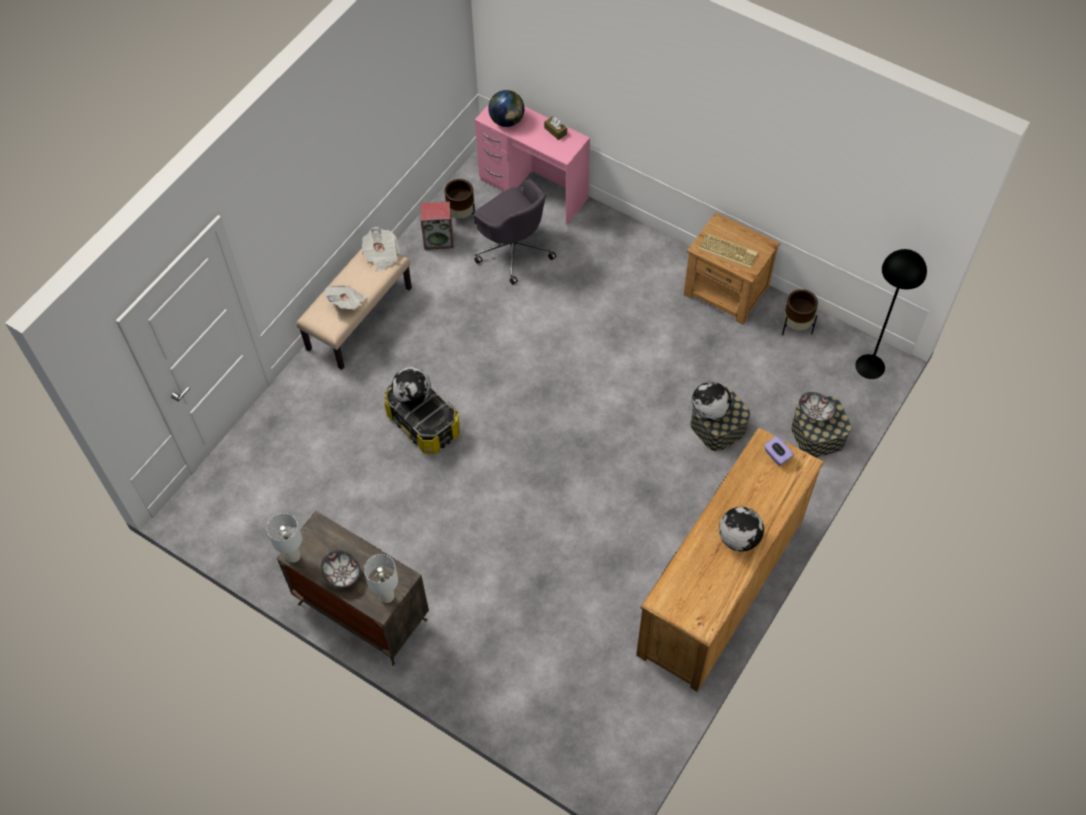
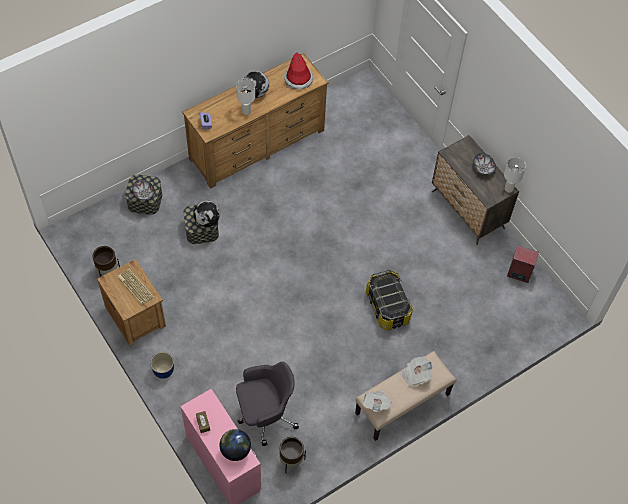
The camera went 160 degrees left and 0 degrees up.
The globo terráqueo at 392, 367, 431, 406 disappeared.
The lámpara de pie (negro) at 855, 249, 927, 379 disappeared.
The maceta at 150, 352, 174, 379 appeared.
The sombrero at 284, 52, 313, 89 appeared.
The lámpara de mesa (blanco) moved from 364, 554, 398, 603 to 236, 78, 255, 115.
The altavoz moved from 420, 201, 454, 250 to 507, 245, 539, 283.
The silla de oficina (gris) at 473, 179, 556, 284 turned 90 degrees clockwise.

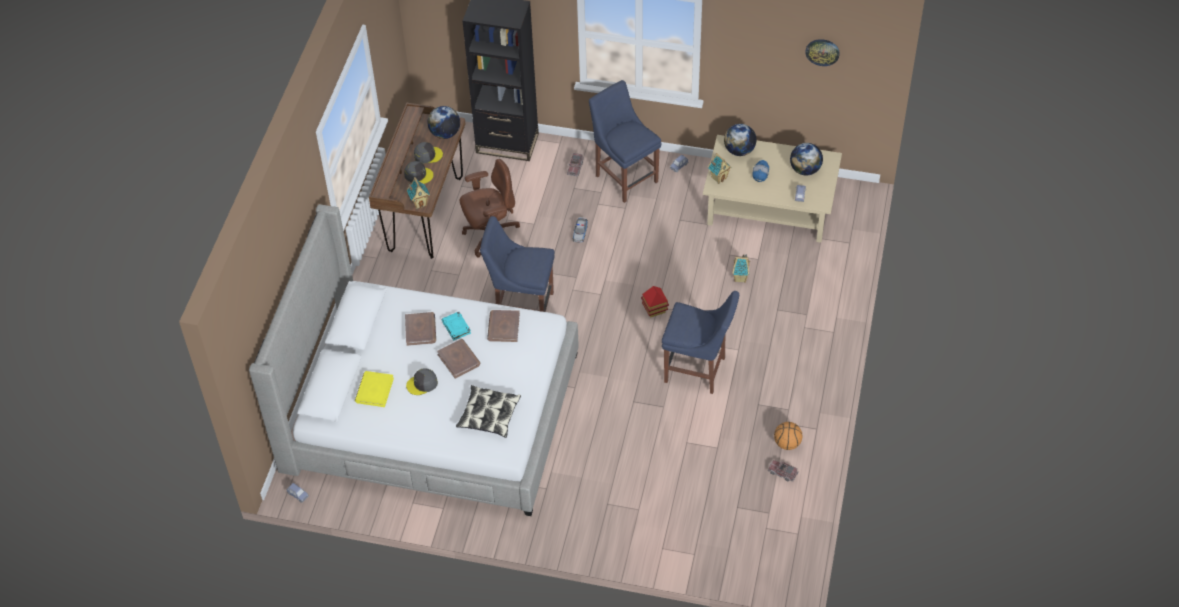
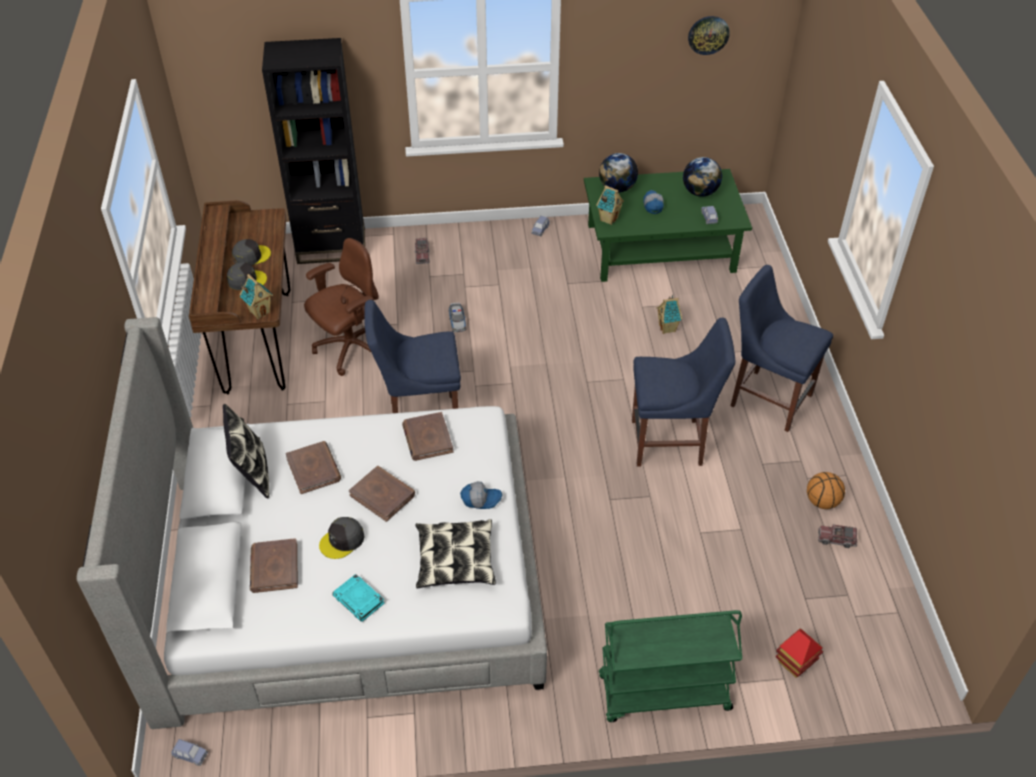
The camera went 20 degrees left and 5 degrees down.
The globo terráqueo at 427, 106, 460, 139 disappeared.
The cojín at 223, 404, 269, 498 appeared.
The gorra at 460, 481, 502, 509 appeared.
The carrito (verde) at 599, 610, 742, 722 appeared.
The libro (turquesa) moved from 442, 312, 471, 340 to 332, 574, 385, 622.
The silla (azul) moved from 589, 80, 662, 203 to 731, 265, 833, 432.
The casita moved from 641, 286, 669, 318 to 776, 628, 823, 677.
The libro (amarillo) at 355, 371, 394, 407 became the libro (marrón) at 250, 538, 298, 593.
The mesa de centro (beis) at 703, 135, 842, 243 became the mesa de centro (verde) at 584, 169, 752, 282.

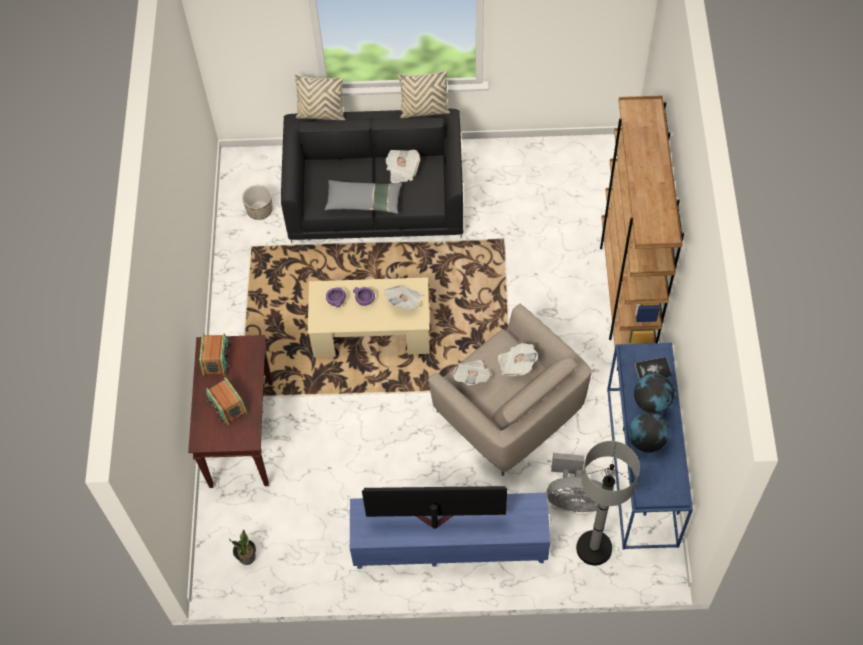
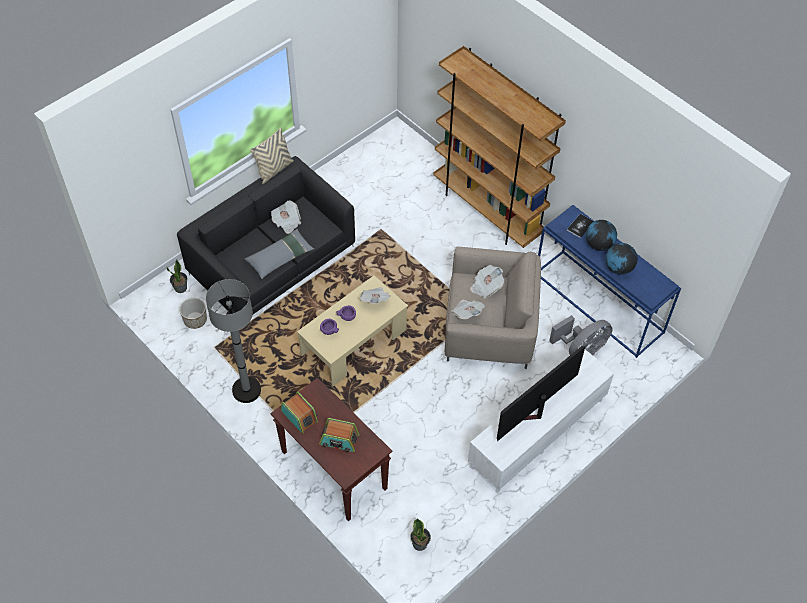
The camera went 45 degrees left and 5 degrees down.
The cojín (beis) at 294, 74, 345, 120 disappeared.
The planta en maceta at 167, 260, 187, 293 appeared.
The lámpara de pie (gris) moved from 576, 441, 640, 565 to 206, 279, 261, 403.
The mueble de televisión (azul) at 350, 493, 550, 569 became the mueble de televisión (blanco) at 468, 349, 614, 493.

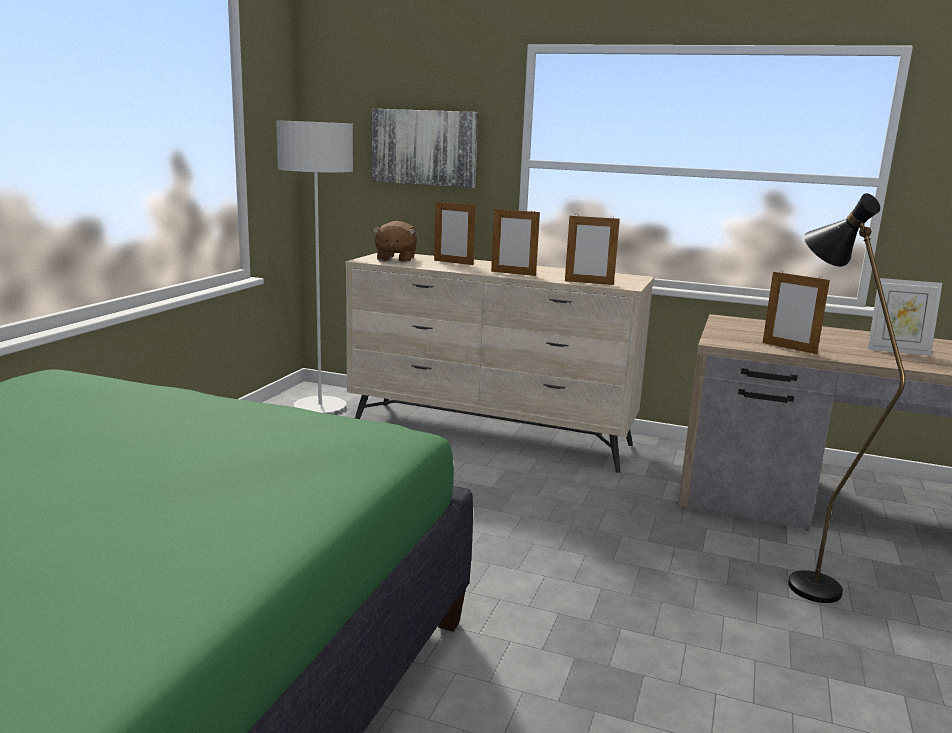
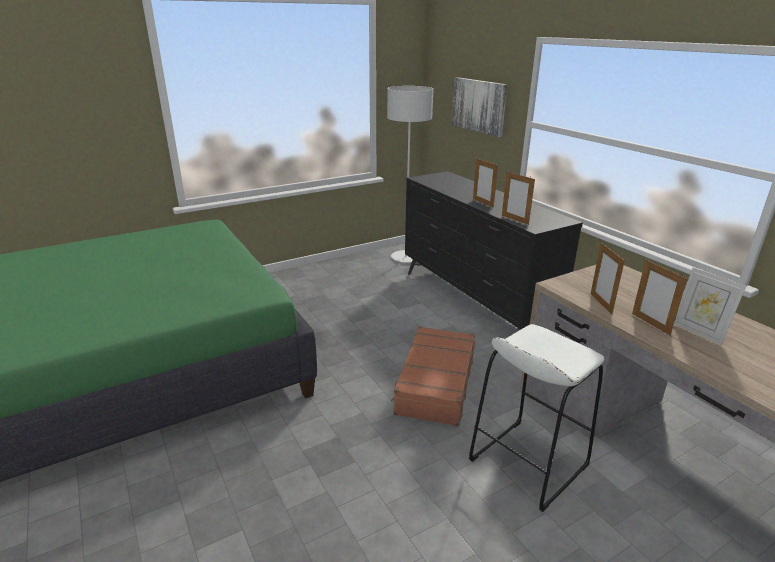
The camera went 40 degrees right and 10 degrees up.
The peluche (marrón) at 372, 221, 417, 262 disappeared.
The maleta (marrón) at 391, 326, 475, 427 appeared.
The portarretratos moved from 434, 200, 476, 265 to 632, 260, 687, 336.
The lámpara de pie (negro) at 788, 193, 905, 603 was replaced by the taburete (blanco) at 469, 324, 605, 512.
The cómoda (beis) at 346, 253, 654, 473 became the cómoda (negro) at 405, 171, 583, 331.

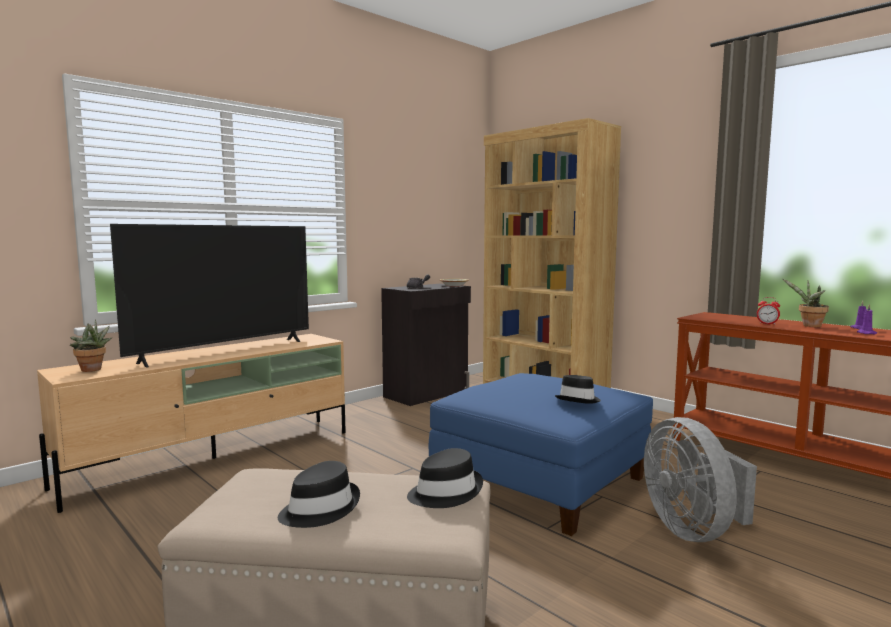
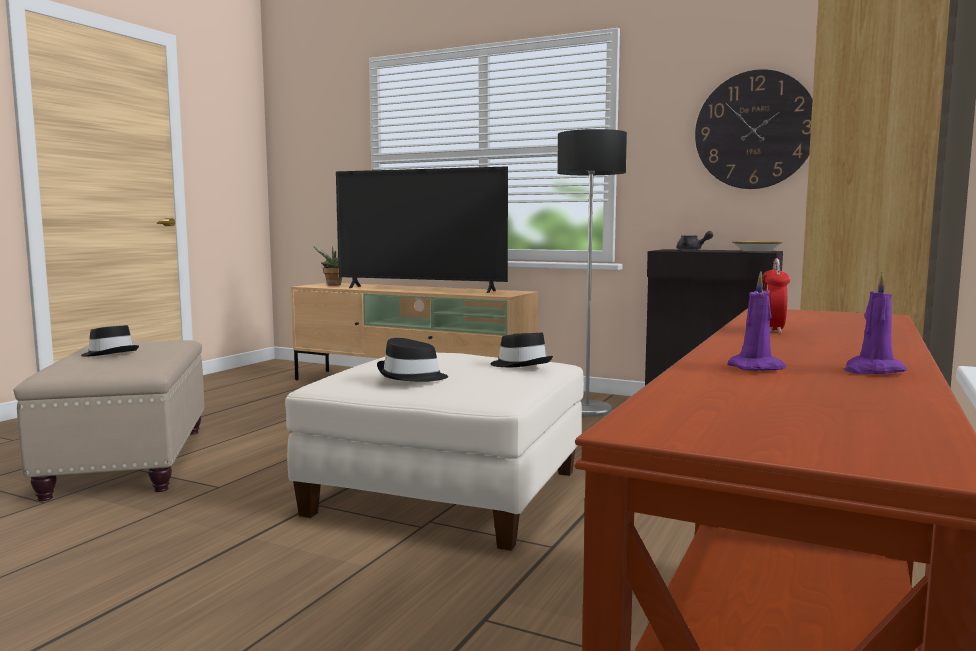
The camera went 70 degrees right and 0 degrees up.
The ventilador (gris) at 644, 417, 757, 542 disappeared.
The planta en maceta at 783, 279, 829, 327 disappeared.
The lámpara de pie at 557, 129, 627, 417 appeared.
The reloj de pared at 695, 69, 813, 189 appeared.
The sombrero (negro) moved from 407, 448, 483, 508 to 490, 332, 553, 367.
The puf (azul) at 429, 373, 653, 536 became the puf (blanco) at 285, 353, 584, 551.

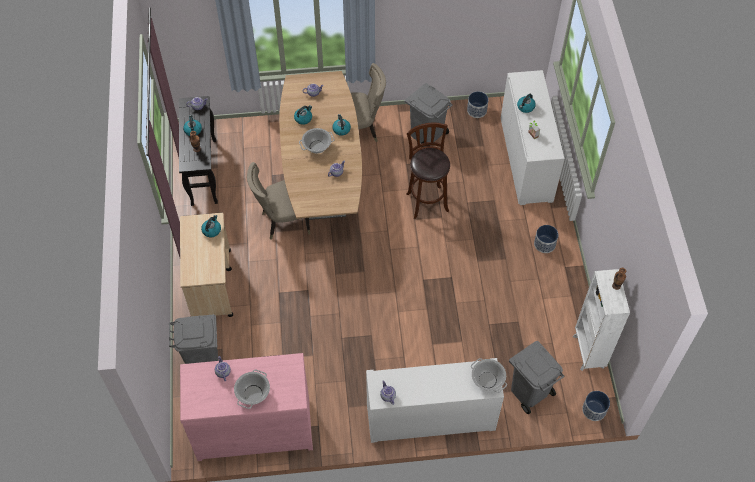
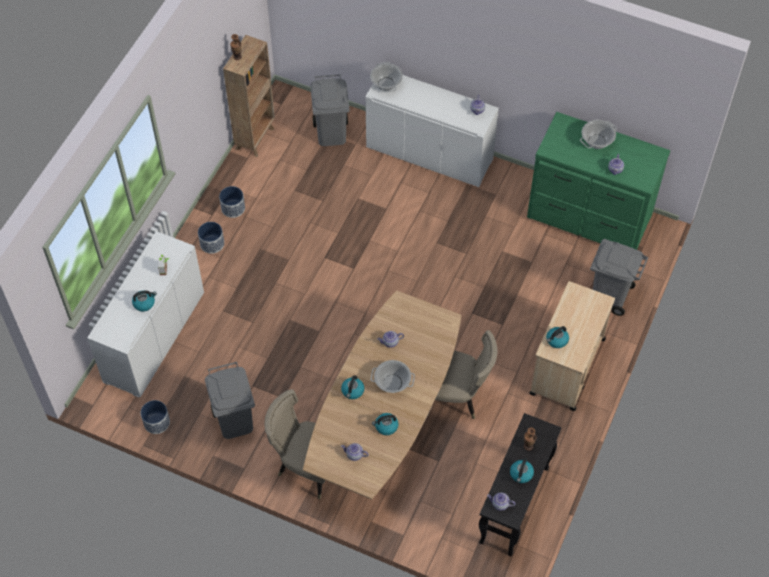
The camera went 150 degrees left and 0 degrees up.
The taburete (marrón) at 406, 123, 450, 219 disappeared.
The maceta moved from 582, 391, 610, 421 to 219, 186, 245, 218.
The cómoda (rosa) at 180, 353, 313, 461 became the cómoda (verde) at 527, 112, 670, 250.
The estantería (blanco) at 573, 269, 630, 371 became the estantería (marrón) at 223, 35, 275, 157.

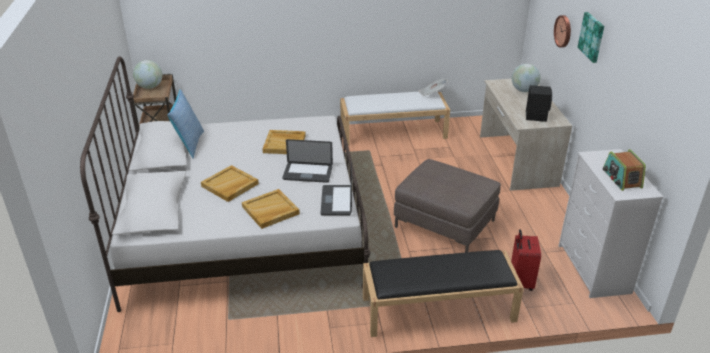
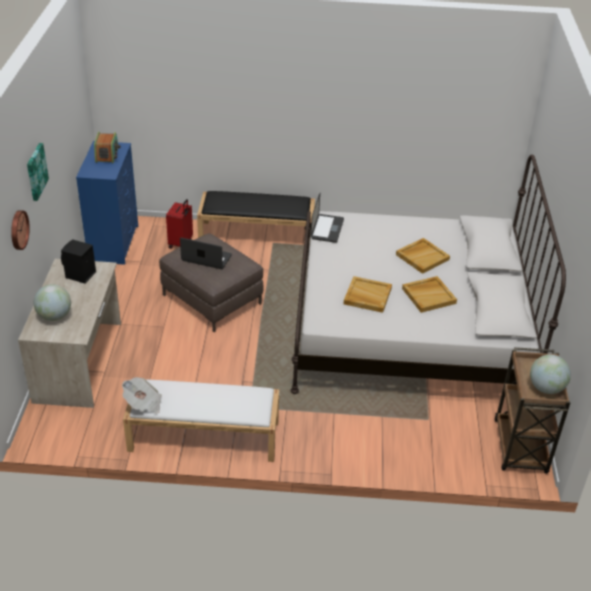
The camera went 170 degrees left and 5 degrees up.
The cojín at 167, 89, 204, 158 disappeared.
The bandeja (beis) moved from 242, 189, 300, 229 to 402, 276, 457, 313.
The portátil moved from 282, 139, 333, 183 to 180, 238, 232, 269.
The cómoda (blanco) at 559, 149, 663, 298 became the cómoda (azul) at 76, 141, 138, 265.

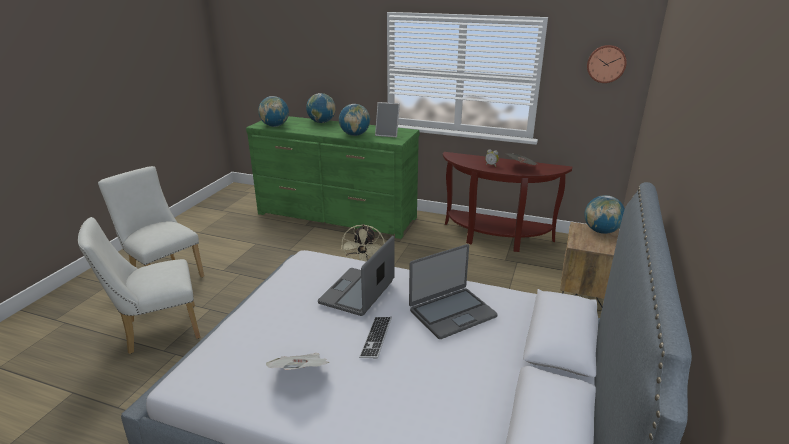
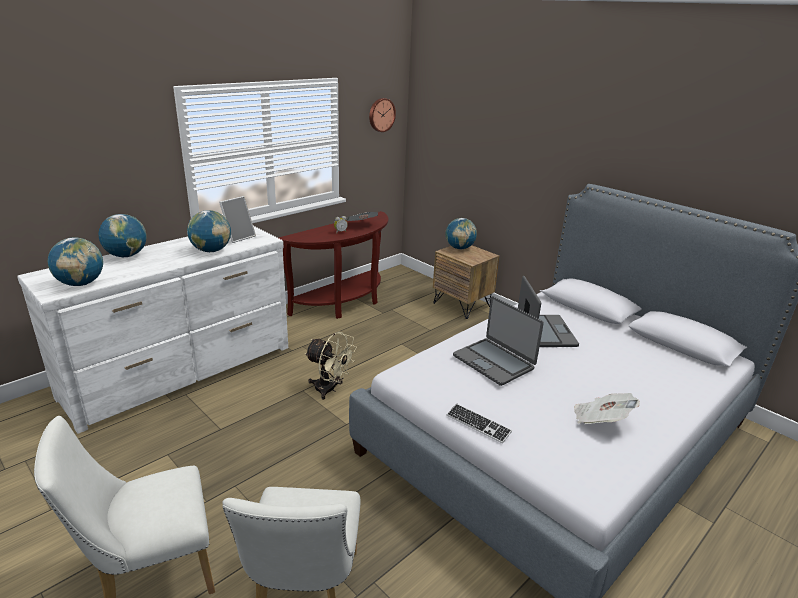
The camera went 65 degrees left and 0 degrees up.
The teclado moved from 359, 317, 392, 359 to 446, 404, 512, 443.
The cómoda (verde) at 246, 116, 419, 239 became the cómoda (blanco) at 17, 226, 288, 434.

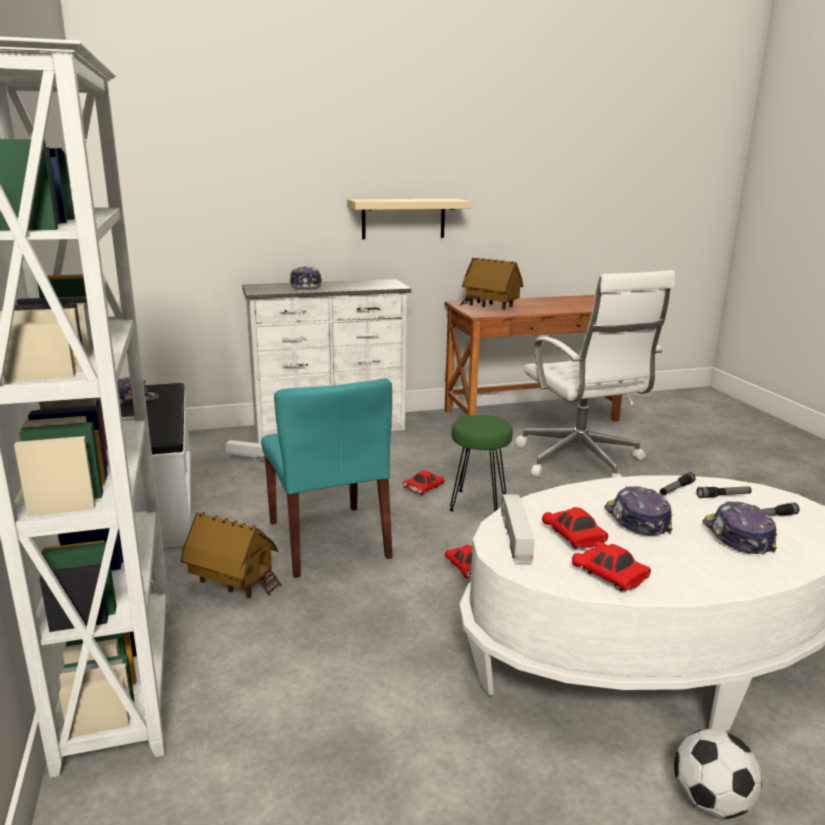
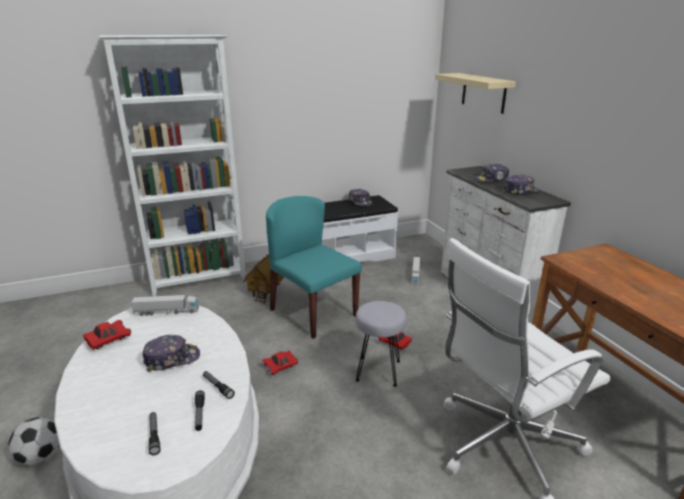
The camera went 85 degrees right and 5 degrees up.
The casita at 459, 258, 523, 310 disappeared.
The coche de juguete (rojo) at 542, 507, 608, 549 disappeared.
The estante (beis) moved from 347, 199, 471, 239 to 435, 73, 516, 114.
The gorra moved from 702, 501, 778, 554 to 504, 174, 540, 195.
The taburete (verde) at 449, 415, 513, 512 became the taburete (gris) at 356, 301, 407, 387.
The silla (turquesa) at 261, 378, 393, 578 turned 75 degrees clockwise.

